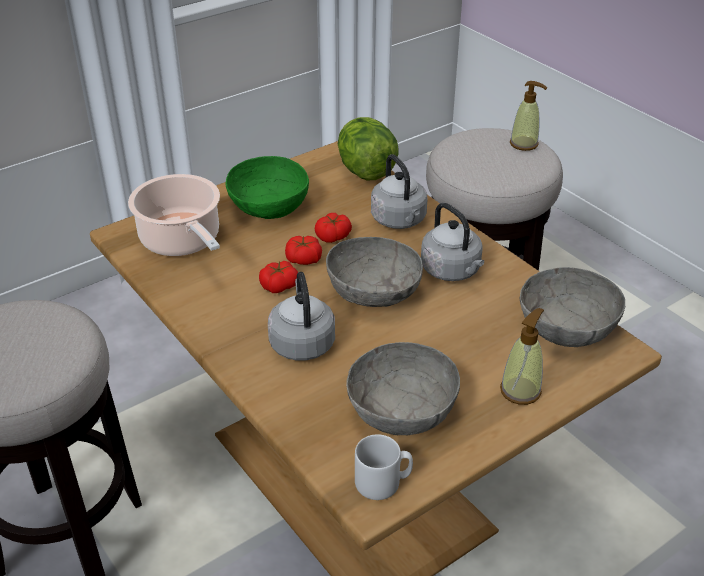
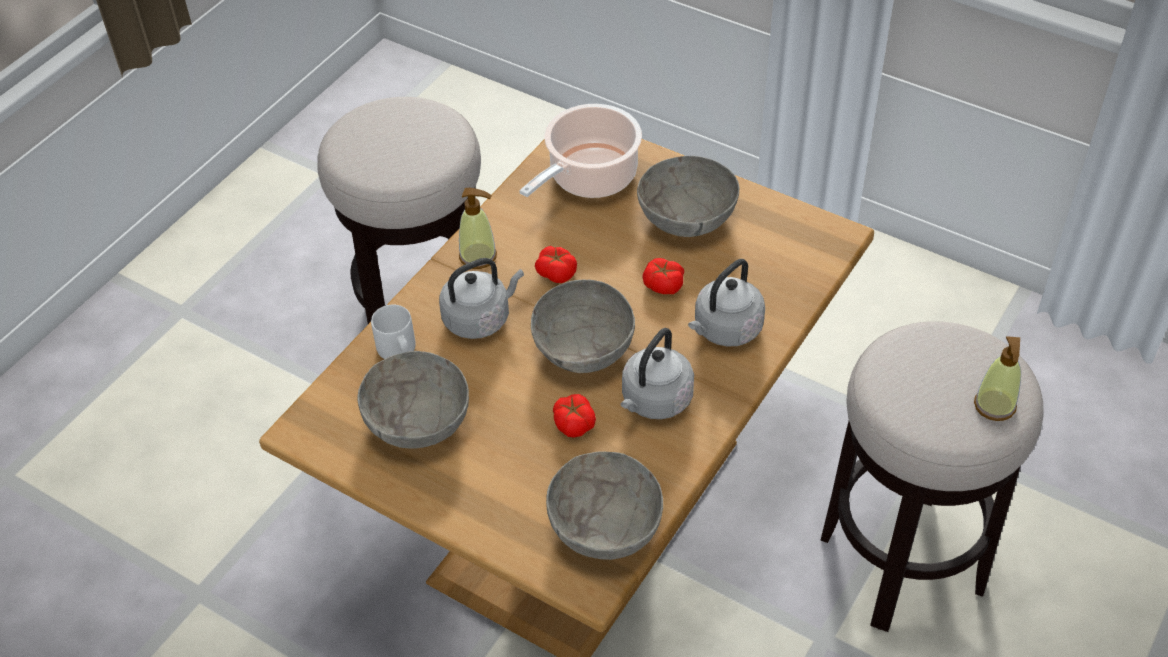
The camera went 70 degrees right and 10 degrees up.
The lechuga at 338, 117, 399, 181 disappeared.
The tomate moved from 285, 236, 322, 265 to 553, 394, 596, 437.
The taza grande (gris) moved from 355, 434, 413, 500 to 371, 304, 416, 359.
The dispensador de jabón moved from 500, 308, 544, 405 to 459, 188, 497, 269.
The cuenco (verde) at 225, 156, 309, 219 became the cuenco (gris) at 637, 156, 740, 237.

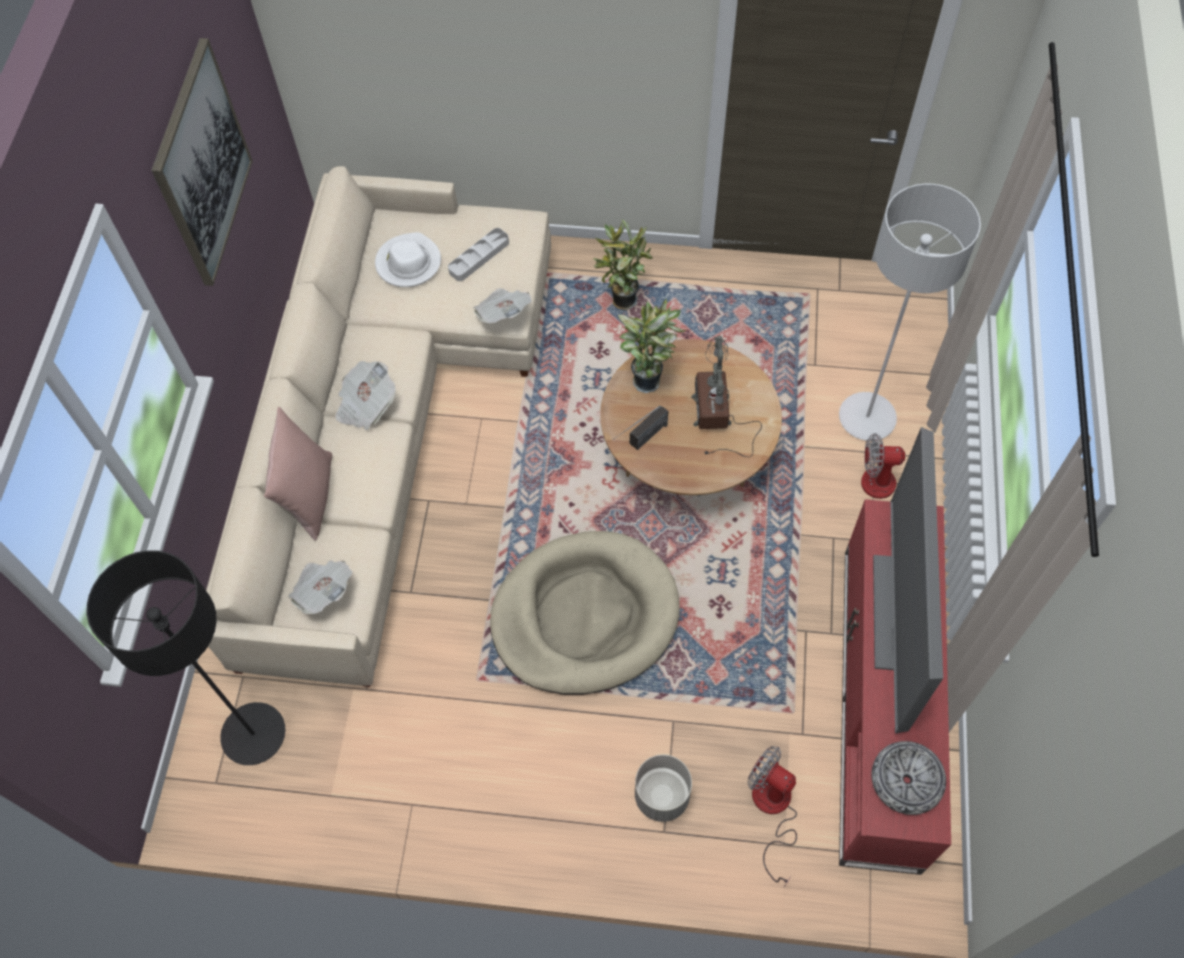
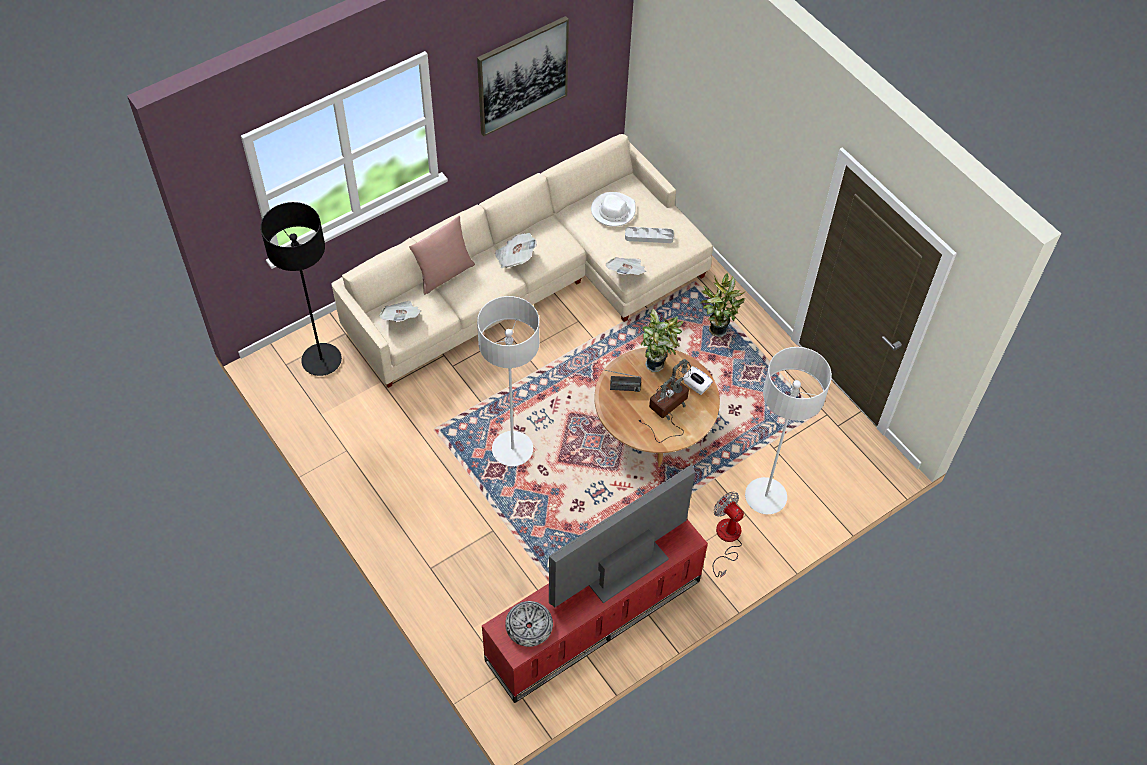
The camera went 45 degrees right and 5 degrees down.
The maceta (gris) at 635, 754, 692, 822 disappeared.
The ventilador at 748, 746, 797, 887 disappeared.
The caja de pañuelos (blanco) at 683, 366, 713, 395 appeared.
The cama para perro (beis) at 490, 531, 680, 695 was replaced by the lámpara de pie (gris) at 477, 296, 539, 466.

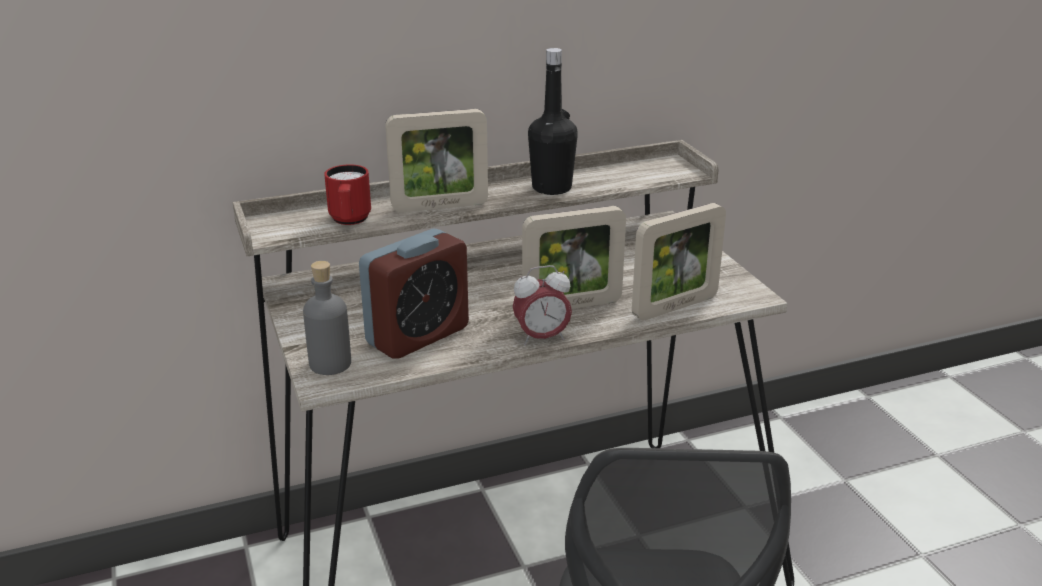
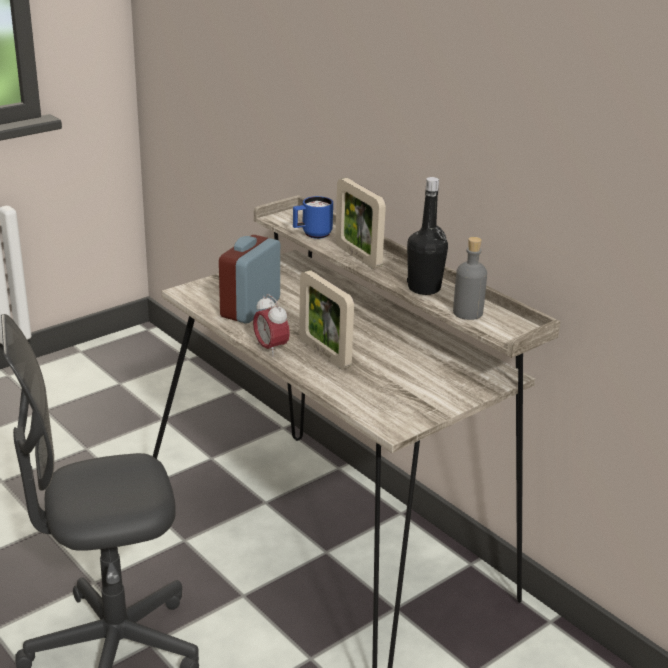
The camera went 70 degrees right and 0 degrees up.
The portarretratos at 632, 203, 726, 320 disappeared.
The botella (gris) moved from 303, 261, 351, 375 to 453, 237, 487, 320.
The taza grande (rojo) at 324, 164, 371, 225 became the taza grande (azul) at 293, 196, 333, 239.
The despertador at 359, 229, 469, 359 turned 90 degrees clockwise.

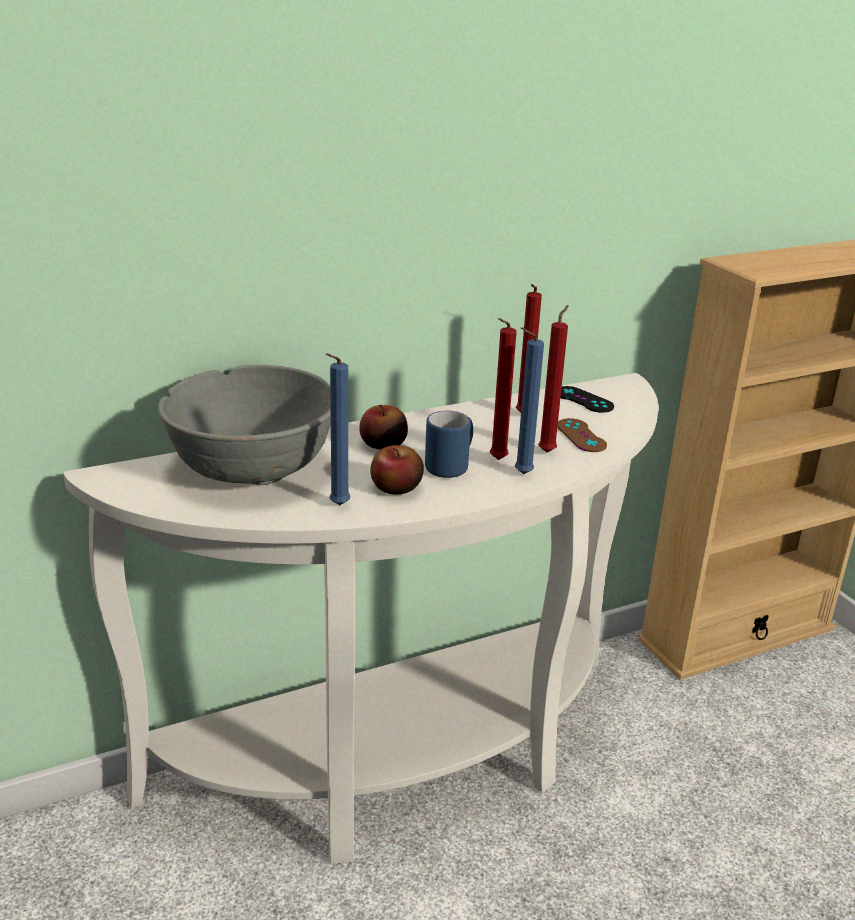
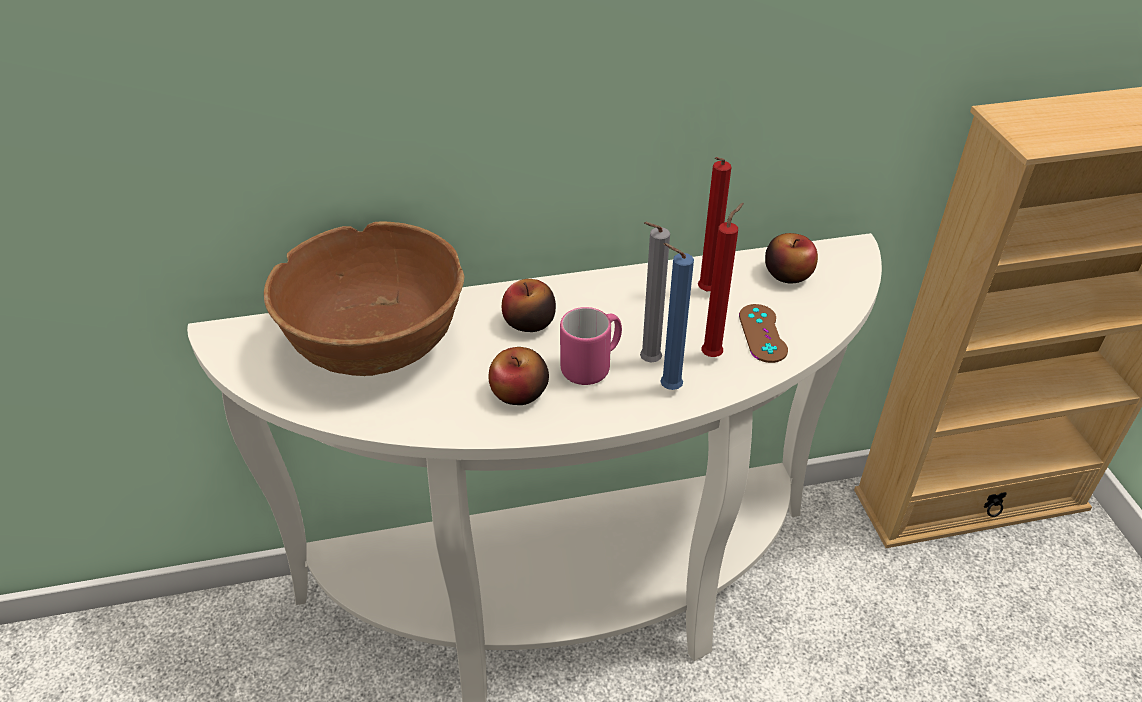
The camera went 15 degrees right and 15 degrees up.
The vela (azul) at 326, 353, 350, 505 disappeared.
The mando de consola (negro) at 561, 386, 614, 413 was replaced by the manzana at 765, 233, 818, 284.
The cuenco (gris) at 158, 365, 331, 485 became the cuenco (marrón) at 264, 222, 464, 376.
The taza grande (azul) at 425, 411, 473, 478 became the taza grande (rosa) at 560, 307, 622, 385.
The vela (rojo) at 490, 318, 517, 460 became the vela (gris) at 640, 222, 670, 362.

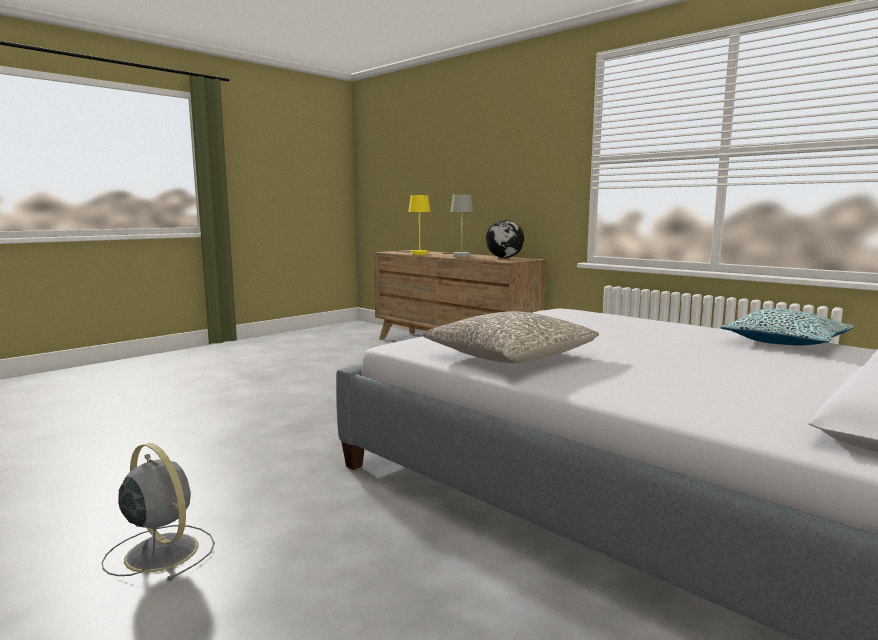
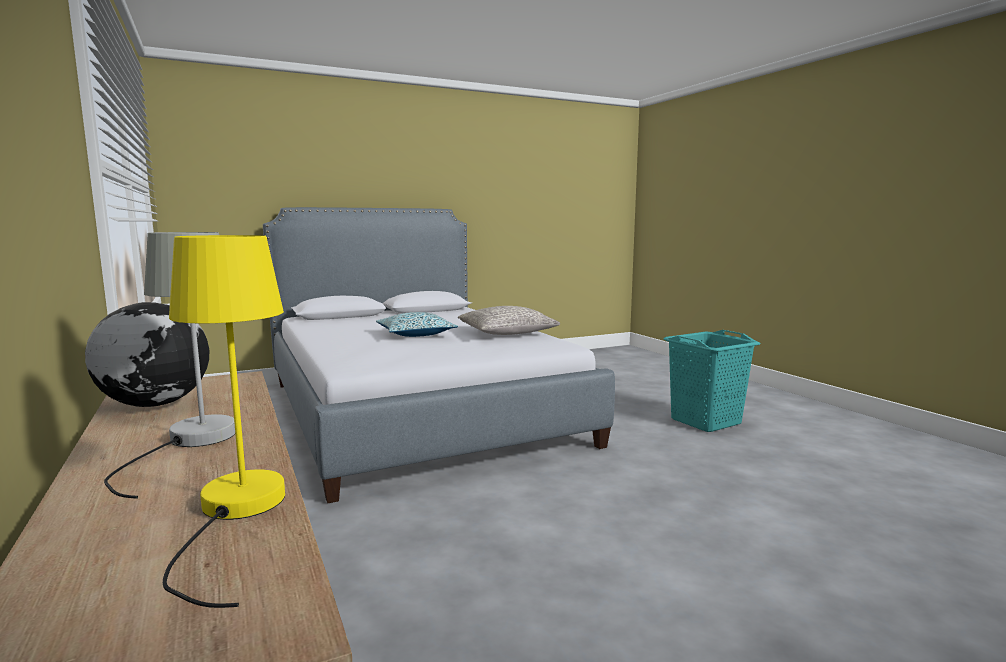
The camera went 160 degrees left and 0 degrees up.
The cojín moved from 720, 308, 854, 345 to 376, 312, 458, 337.
The ventilador (gris) at 102, 443, 215, 581 was replaced by the cesto de la ropa (turquesa) at 663, 330, 760, 432.

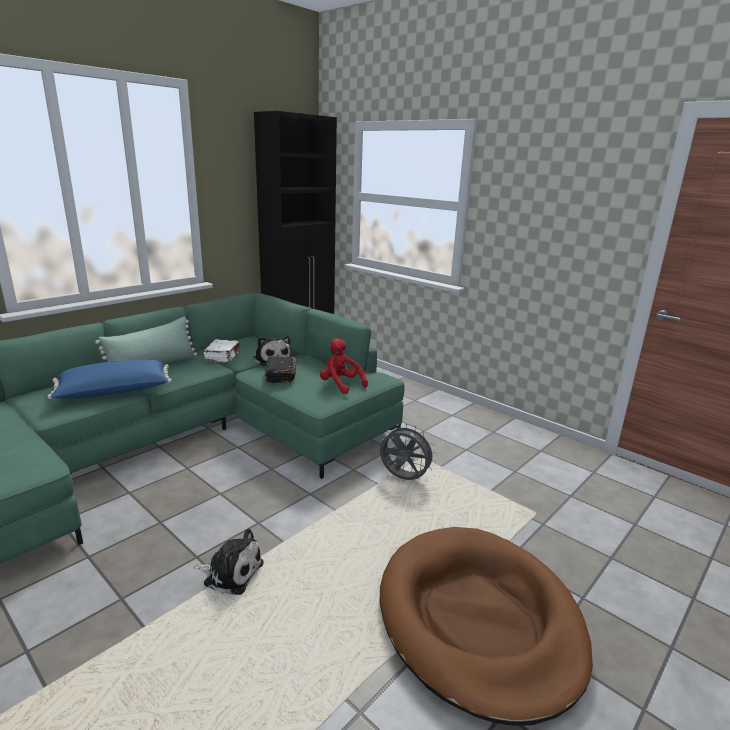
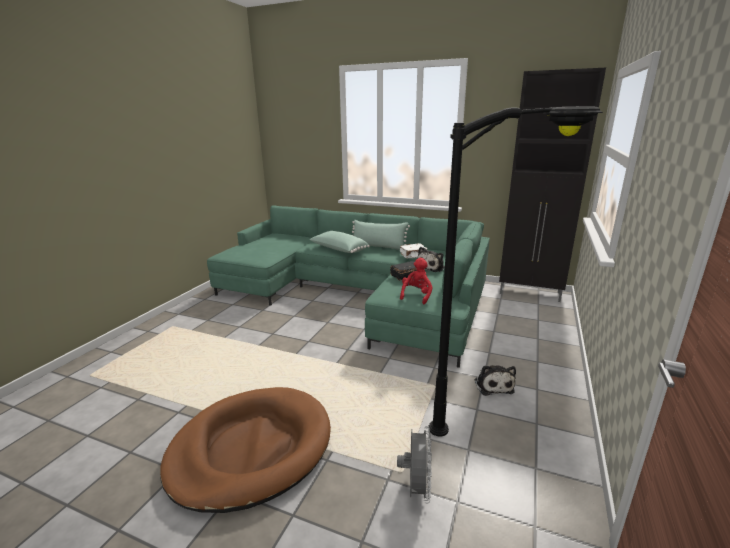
The camera went 70 degrees right and 0 degrees up.
The lámpara de pie (negro) at 429, 106, 603, 437 appeared.
The peluche moved from 193, 528, 264, 595 to 475, 365, 516, 396.
The ventilador (gris) moved from 380, 423, 437, 480 to 397, 426, 432, 503.
The cojín (azul) at 47, 359, 172, 399 became the cojín (verde) at 310, 231, 370, 253.

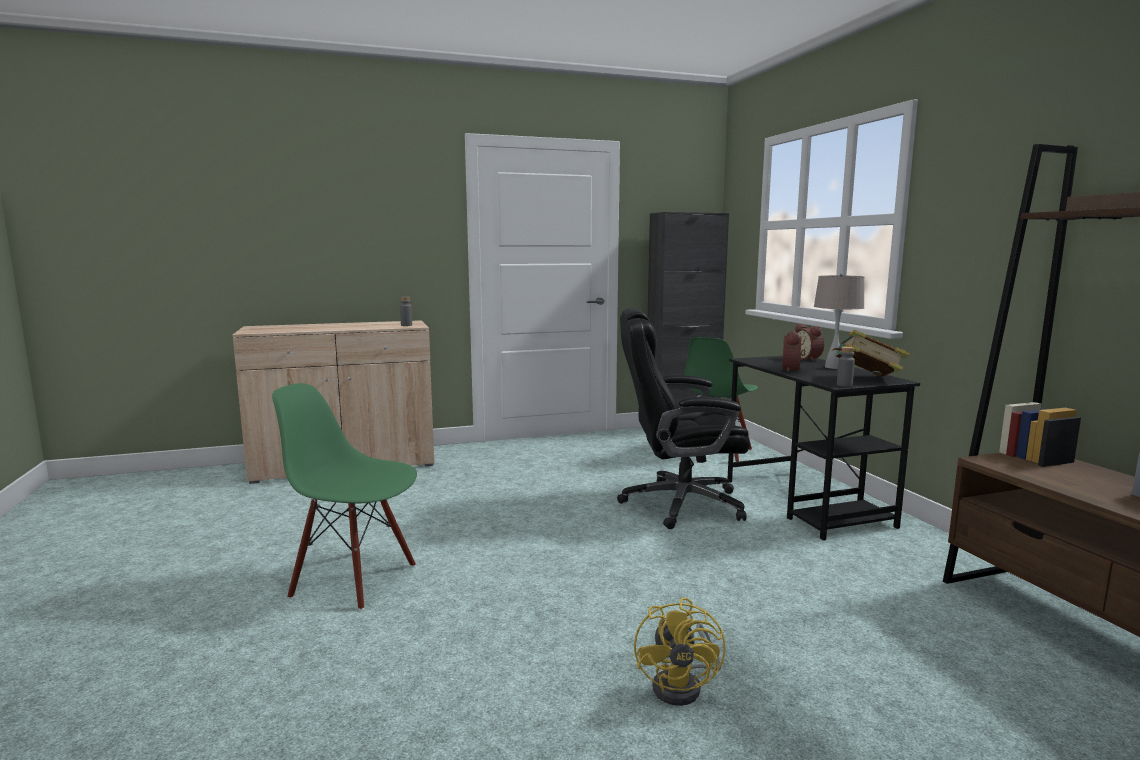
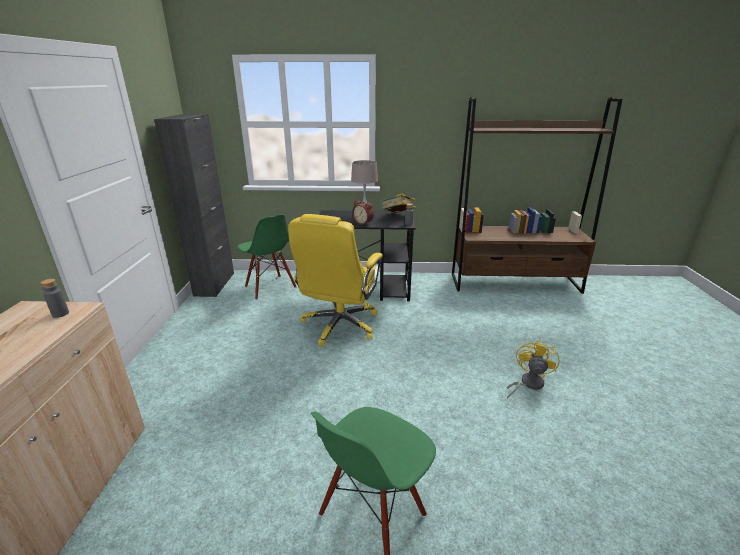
The camera went 70 degrees left and 15 degrees up.
The despertador at 795, 323, 824, 361 disappeared.
The silla de oficina (negro) at 617, 308, 750, 529 became the silla de oficina (amarillo) at 288, 214, 383, 346.
The ventilador (amarillo) at 634, 597, 725, 706 turned 90 degrees counterclockwise.

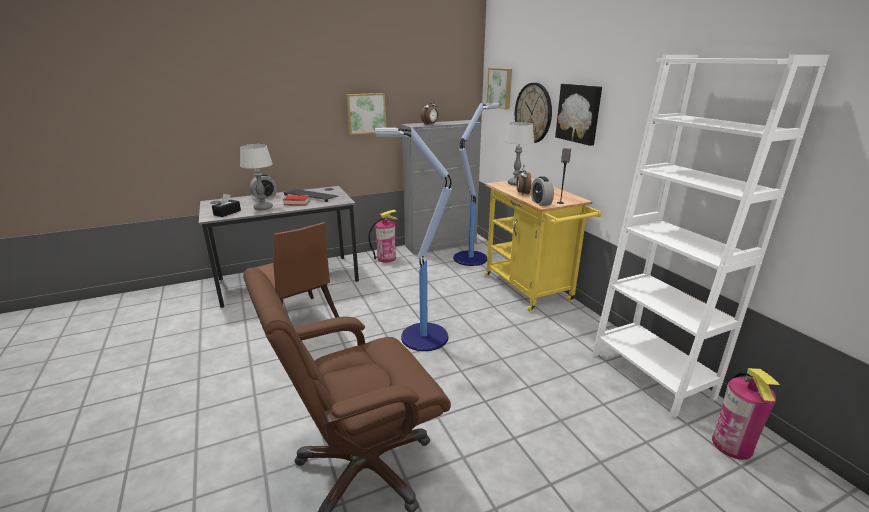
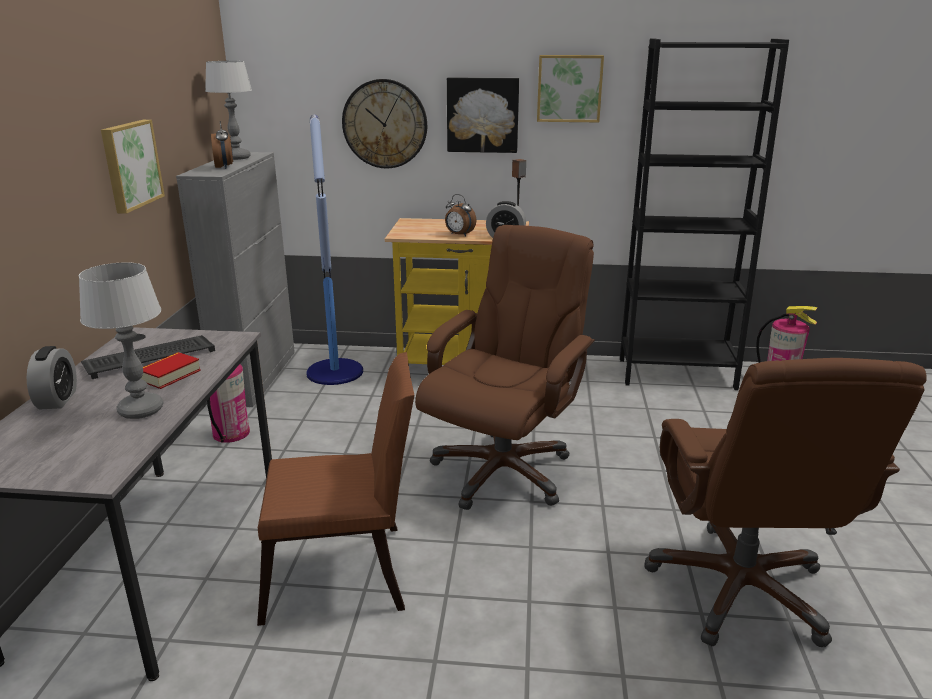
The camera went 60 degrees left and 0 degrees up.
The caja de pañuelos (negro) at 212, 194, 241, 217 disappeared.
The cuadro moved from 487, 68, 512, 110 to 537, 55, 604, 122.
The lámpara de mesa moved from 505, 122, 534, 186 to 205, 61, 252, 160.
The lámpara de pie at 375, 126, 452, 351 was replaced by the silla de oficina (marrón) at 415, 225, 595, 510.
The estantería (blanco) at 592, 55, 829, 418 became the estantería (negro) at 620, 39, 789, 390.

